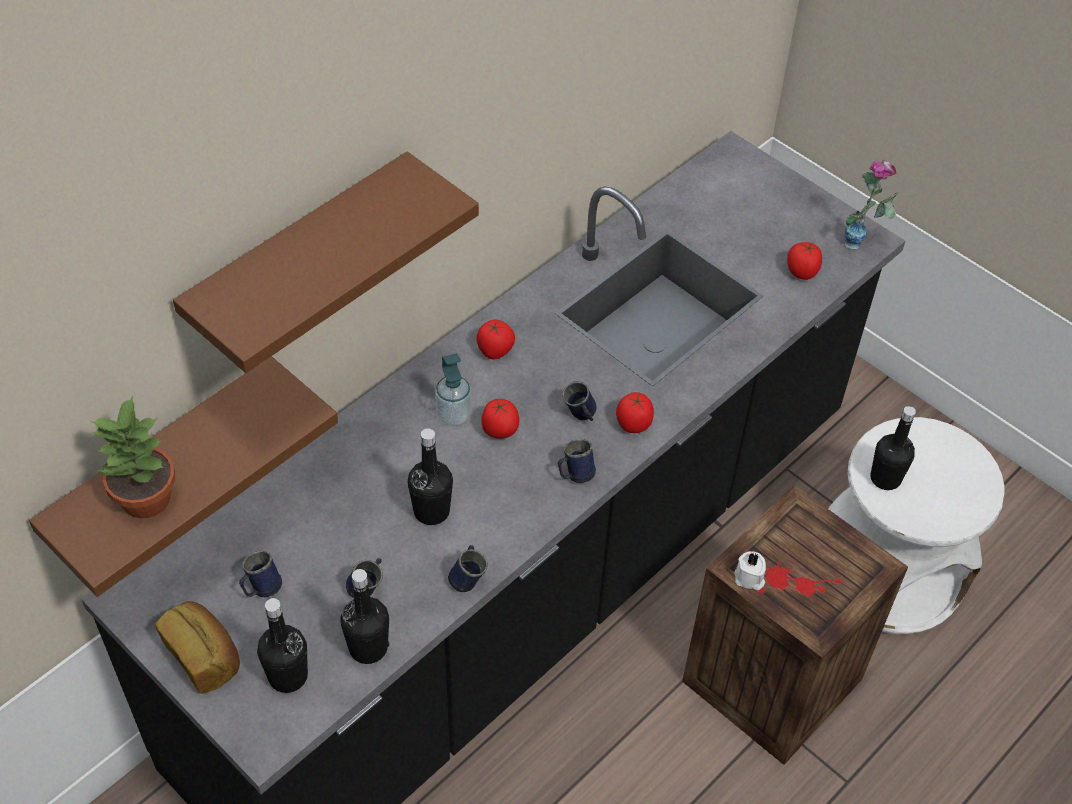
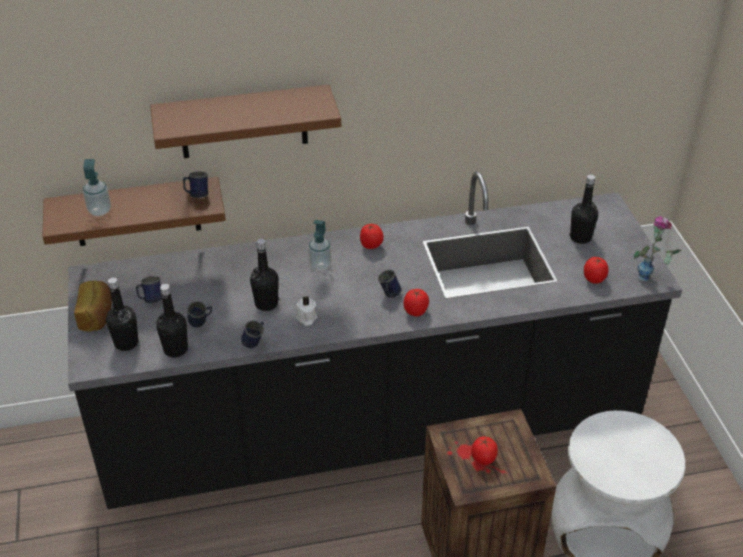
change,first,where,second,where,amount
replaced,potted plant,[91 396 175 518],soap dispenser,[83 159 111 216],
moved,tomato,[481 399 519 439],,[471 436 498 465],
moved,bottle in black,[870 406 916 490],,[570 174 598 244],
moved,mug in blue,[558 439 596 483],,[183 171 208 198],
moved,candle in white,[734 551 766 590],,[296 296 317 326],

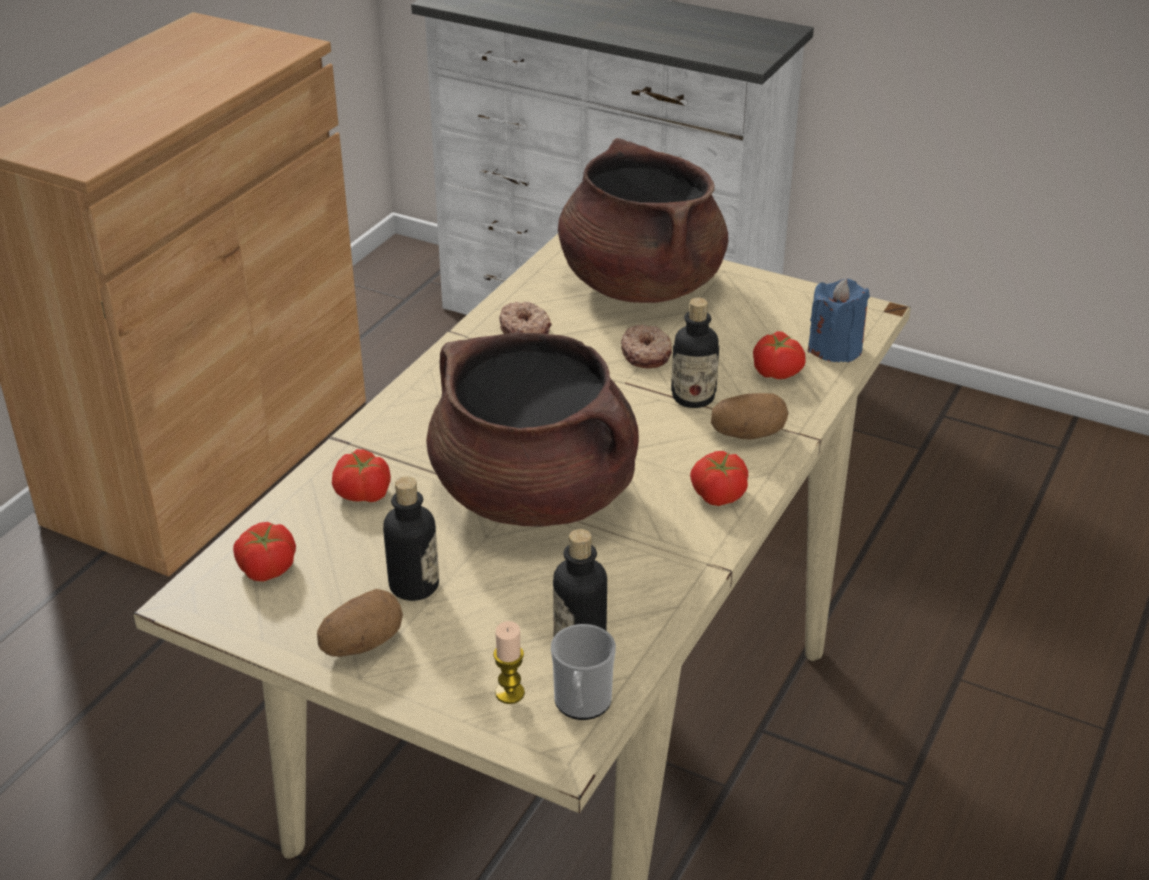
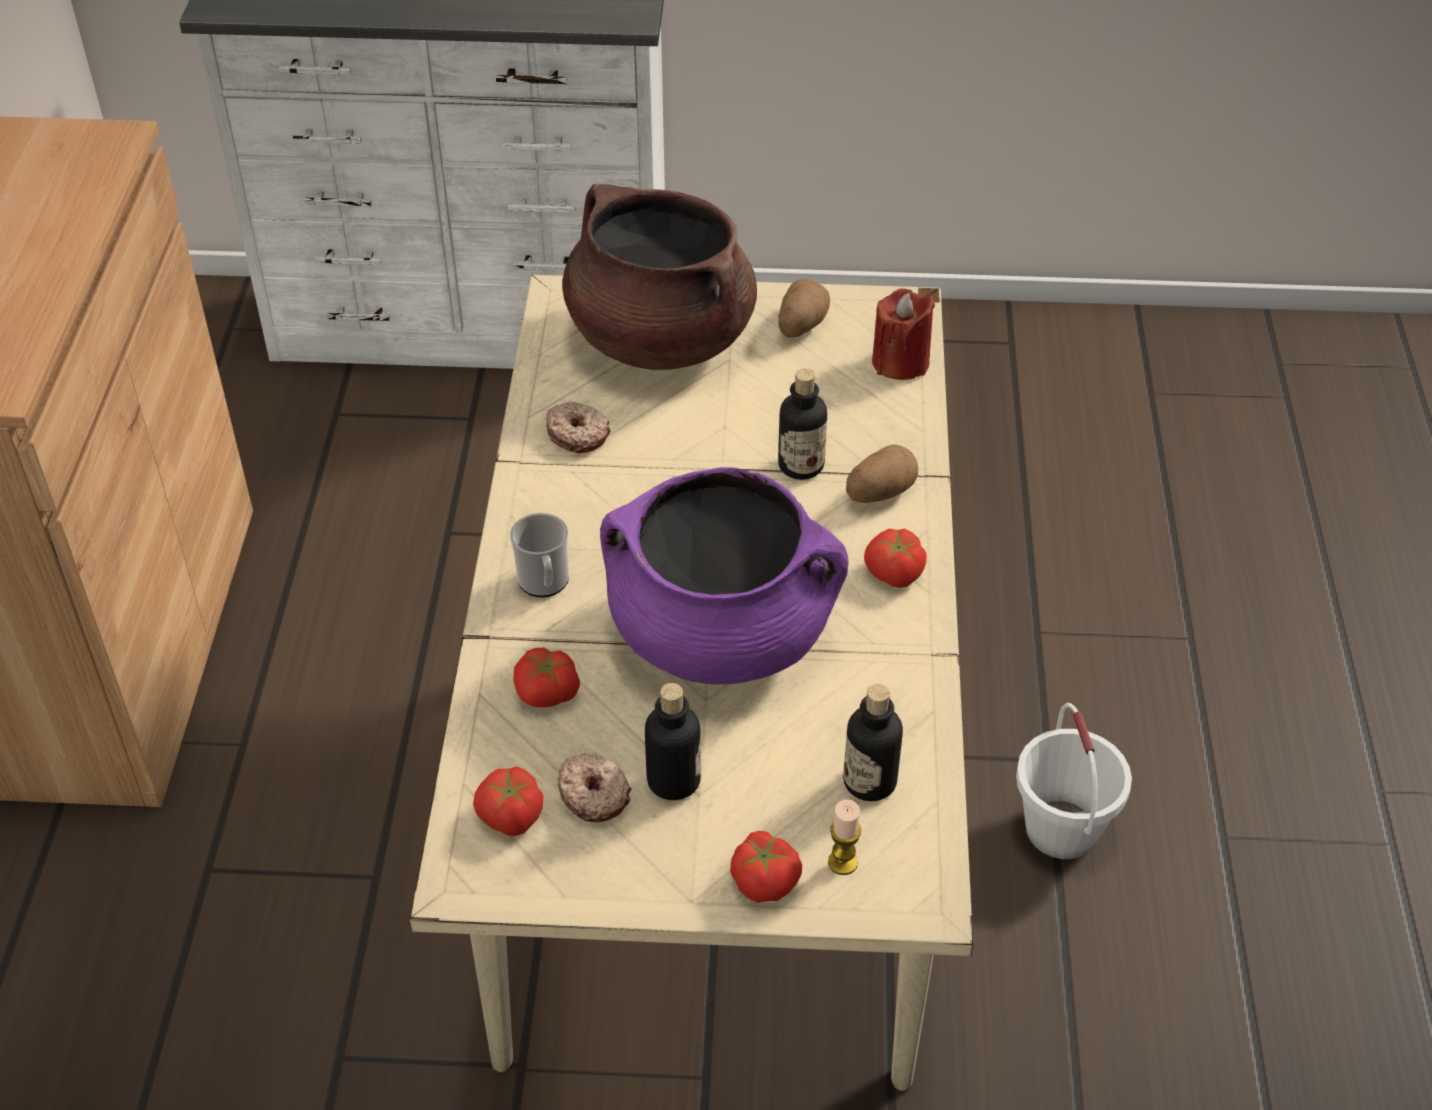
change,first,where,second,where,amount
recoloured,candle in blue,[808 279 870 363],candle in red,[872 288 935 380],
moved,donut,[621 324 672 369],,[558 753 631 822],
moved,tomato,[753 331 806 379],,[730 831 802 903],
recoloured,cooking pot in brown,[426 332 639 526],cooking pot in purple,[600 467 849 684],
moved,potato,[317 589 403 657],,[778 279 830 338],
moved,mug,[551 624 616 720],,[510 513 569 597],
added,,,bucket in white,[1016 703 1132 859],

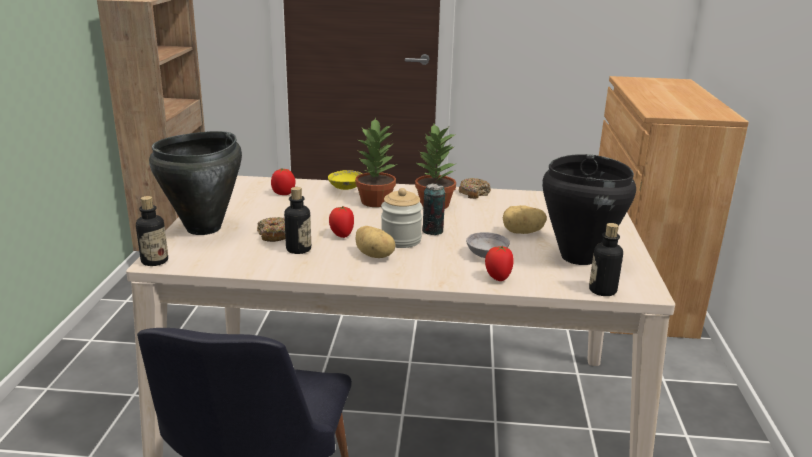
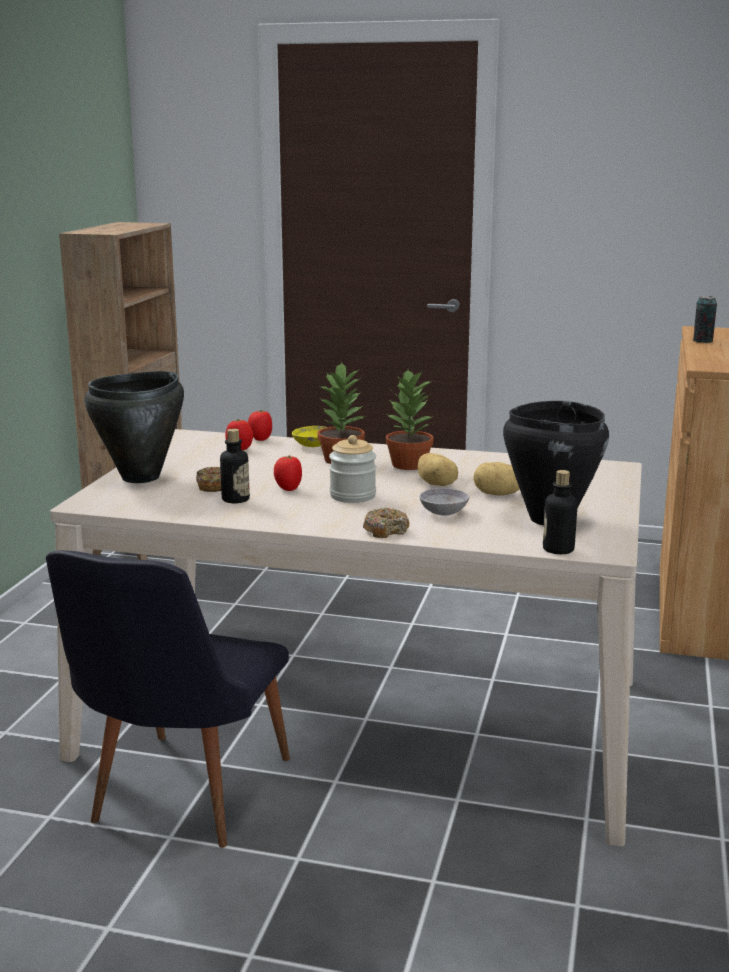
change,first,where,second,where,amount
moved,donut,[459 178 491 199],,[363 508 410 538],
moved,can,[422 183 445 235],,[693 296 717 343],
removed,bottle,[136 196 168 266],,,
moved,potato,[355 226 395 258],,[417 453 458 486],
moved,tomato,[485 245 514 281],,[248 410 272 441],

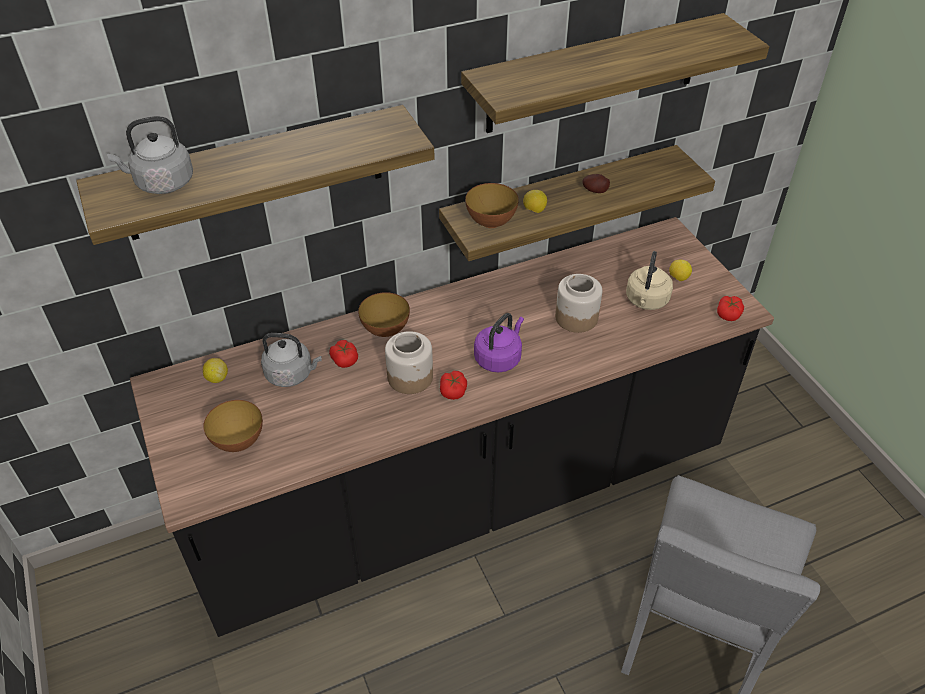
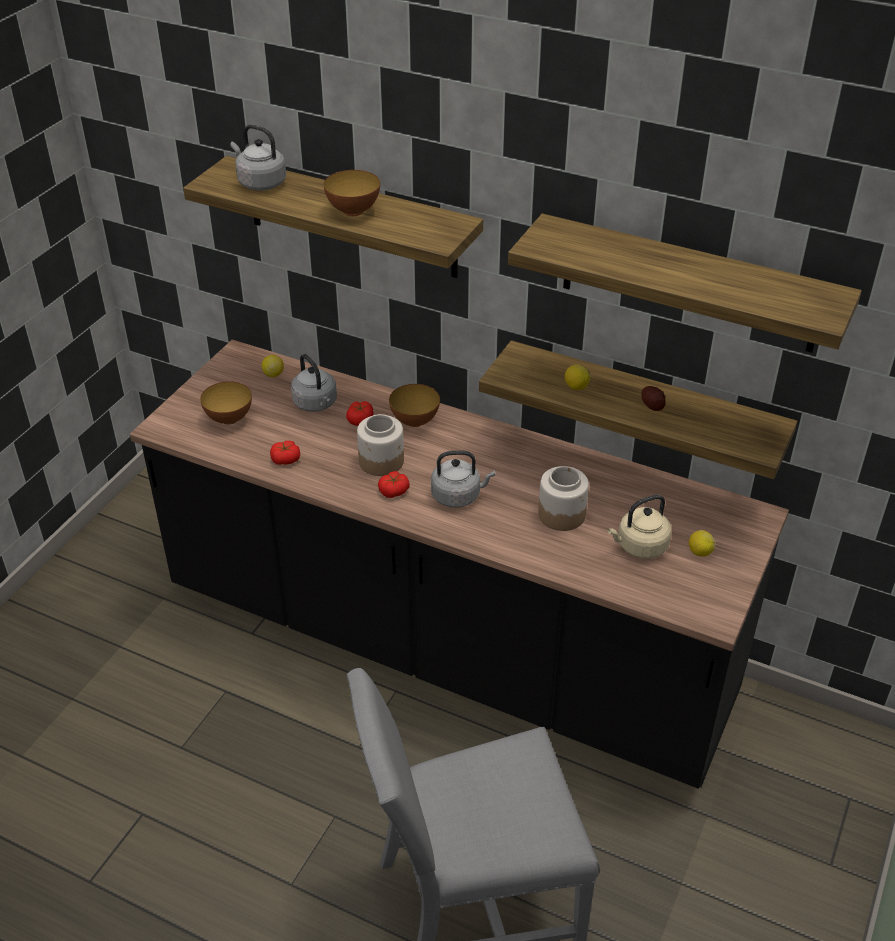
change,first,where,second,where,amount
moved,bowl,[465 183 519 228],,[324 170 380 216],
moved,tomato,[717 296 744 321],,[270 441 300 465],
recoloured,kettle in purple,[474 313 524 373],kettle in grey,[431 451 495 508],

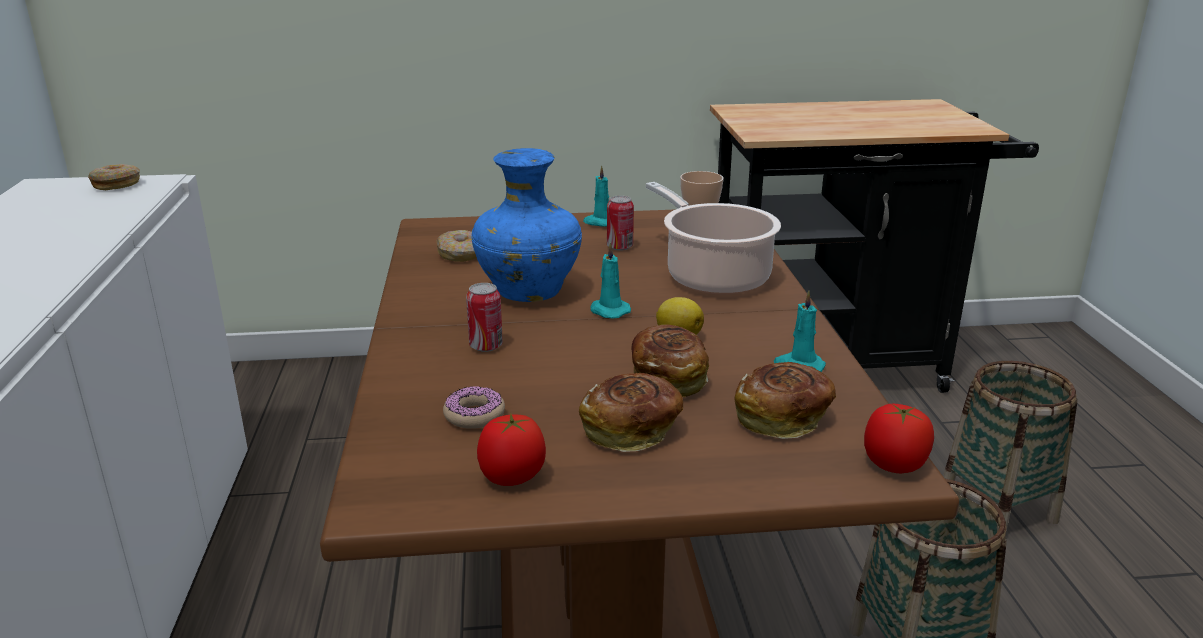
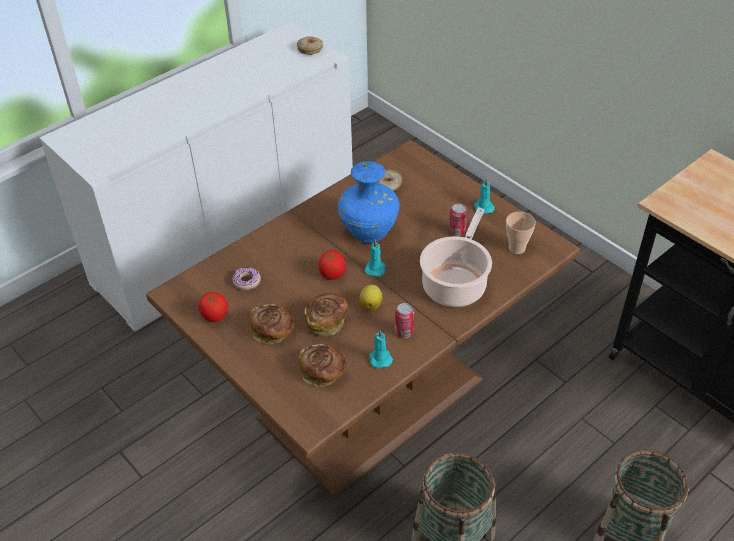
change,first,where,second,where,amount
moved,can,[466 283 503 352],,[395 303 414 338],
moved,tomato,[864 404 934 473],,[318 250 346 280],

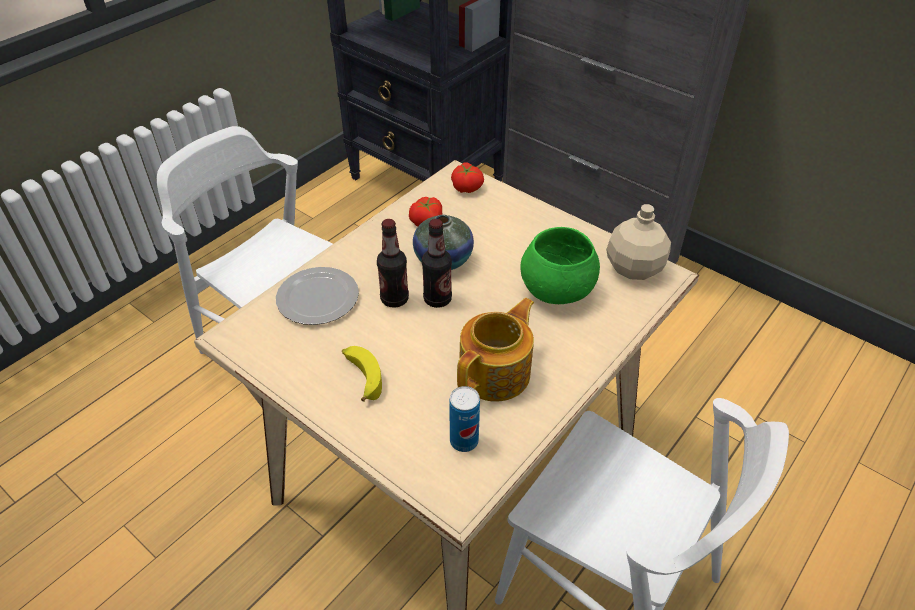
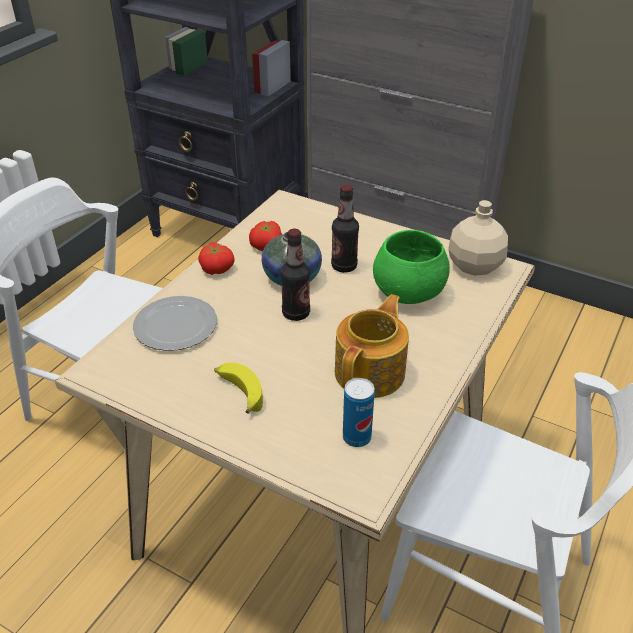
change,first,where,second,where,amount
moved,tomato,[451 162 484 193],,[198 242 235 275],
moved,bottle,[377 219 409 308],,[331 185 359 273],

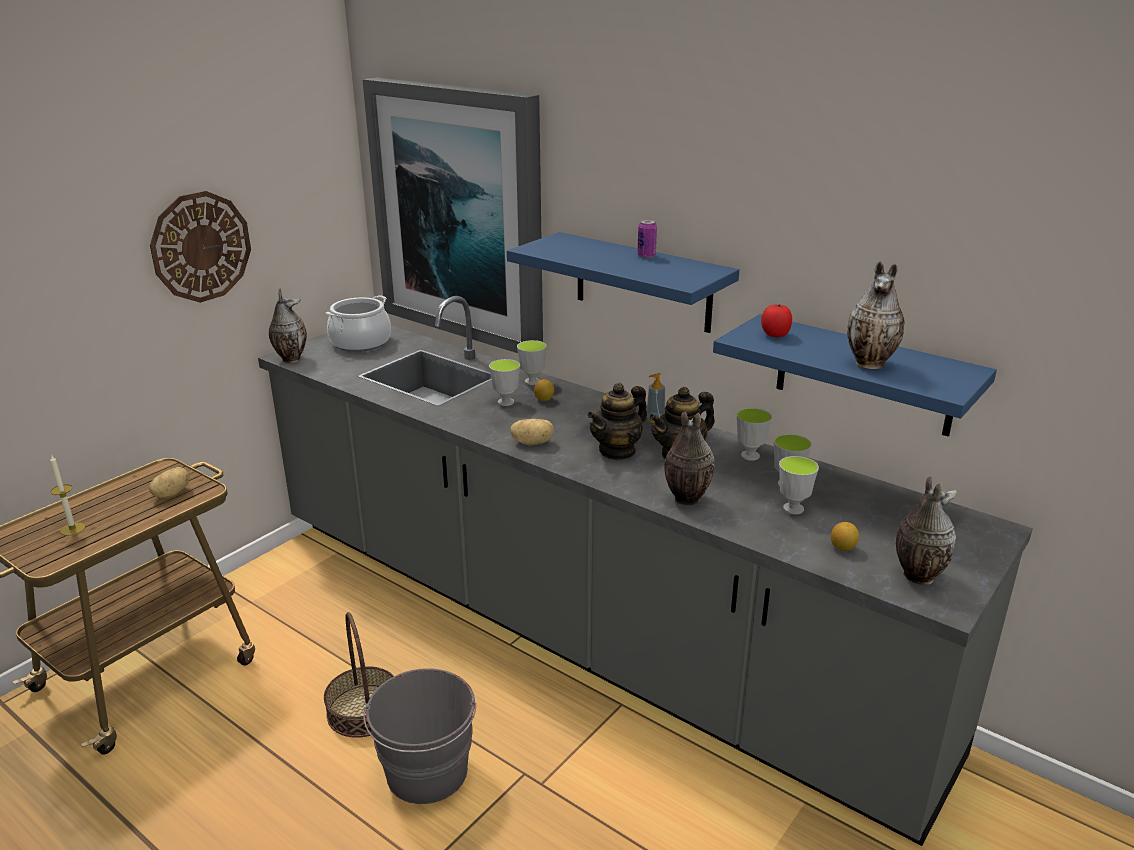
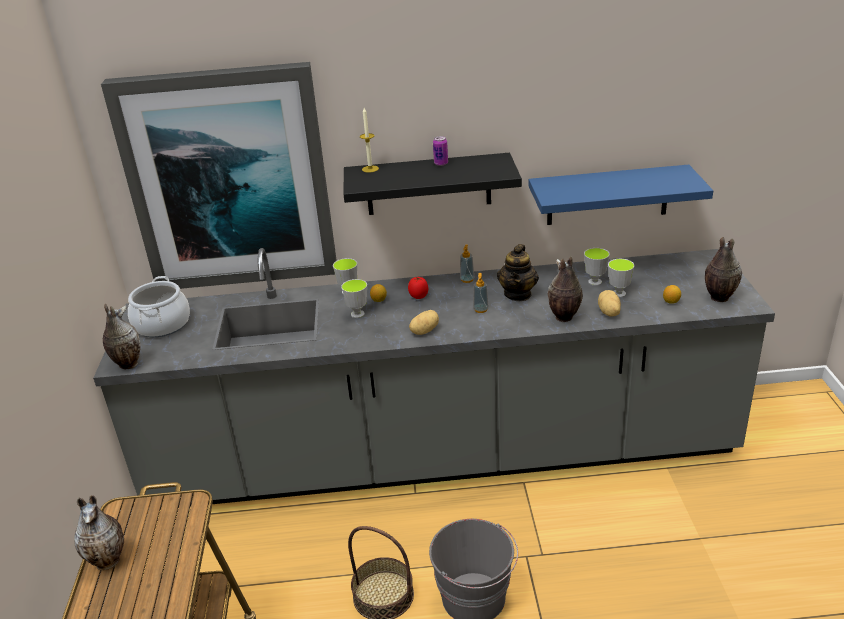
change,first,where,second,where,amount
removed,wall clock,[150 191 251 303],,,
recoloured,shelf in blue,[507 232 739 333],shelf in black,[343 153 522 215],
moved,vase,[847 261 905 369],,[74 495 124 570],
moved,tomato,[761 304 792 337],,[408 277 428 299],
replaced,teapot,[587 383 647 460],soap dispenser,[473 273 489 313],
removed,cup,[737 408 772 461],,,
moved,candle,[50 454 85 536],,[360 108 379 173],
moved,potato,[149 467 189 498],,[598 290 621 316],

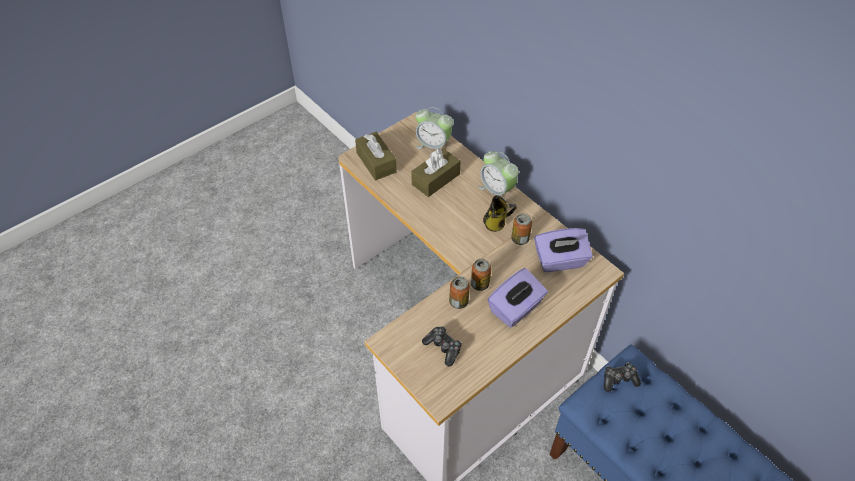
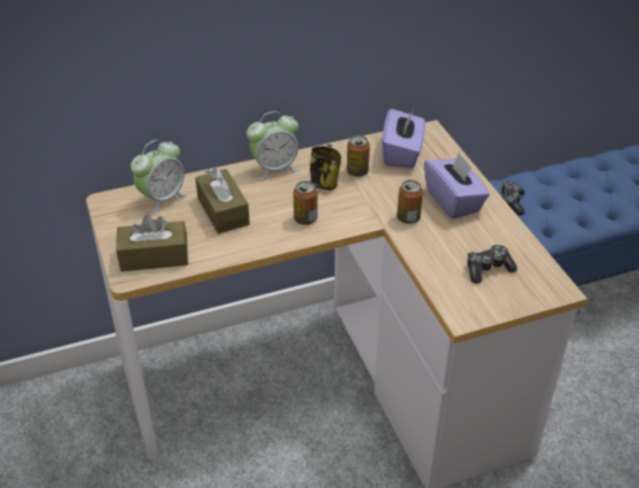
change,first,where,second,where,amount
moved,can,[449 276 470 309],,[293 181 317 225],

